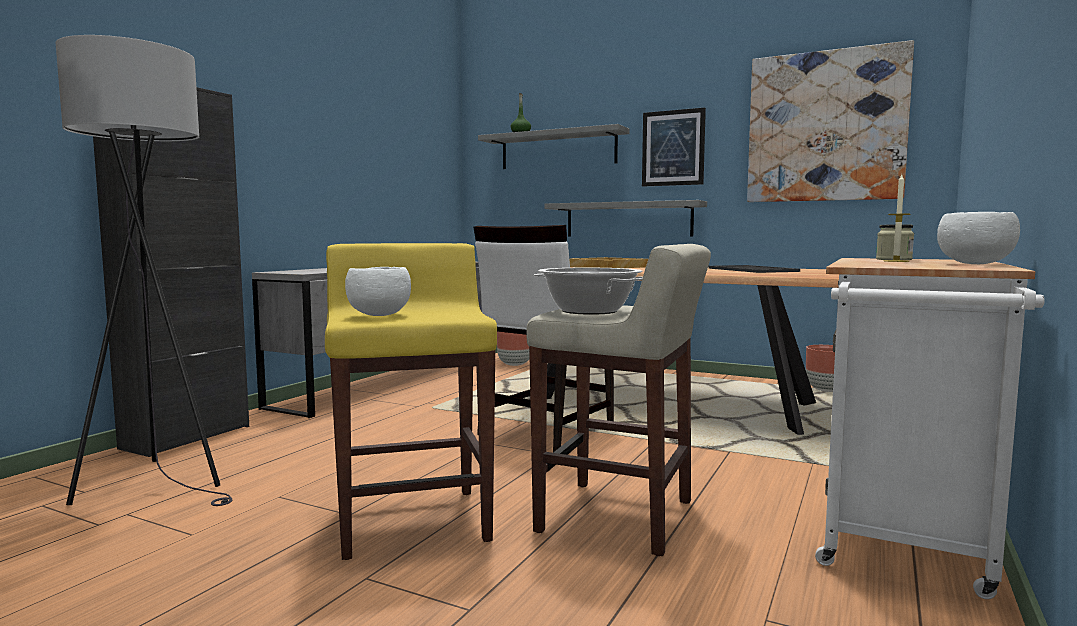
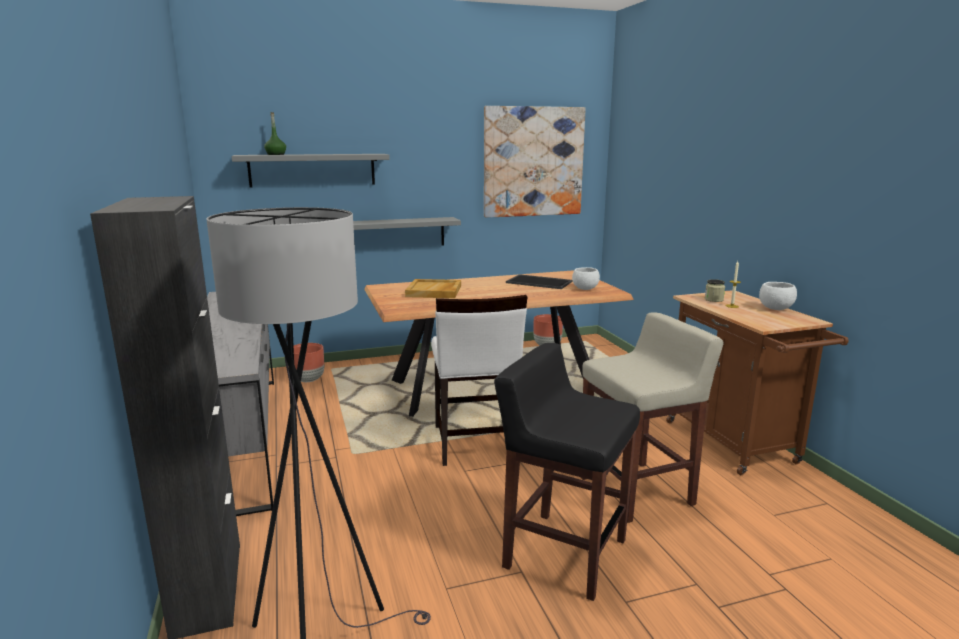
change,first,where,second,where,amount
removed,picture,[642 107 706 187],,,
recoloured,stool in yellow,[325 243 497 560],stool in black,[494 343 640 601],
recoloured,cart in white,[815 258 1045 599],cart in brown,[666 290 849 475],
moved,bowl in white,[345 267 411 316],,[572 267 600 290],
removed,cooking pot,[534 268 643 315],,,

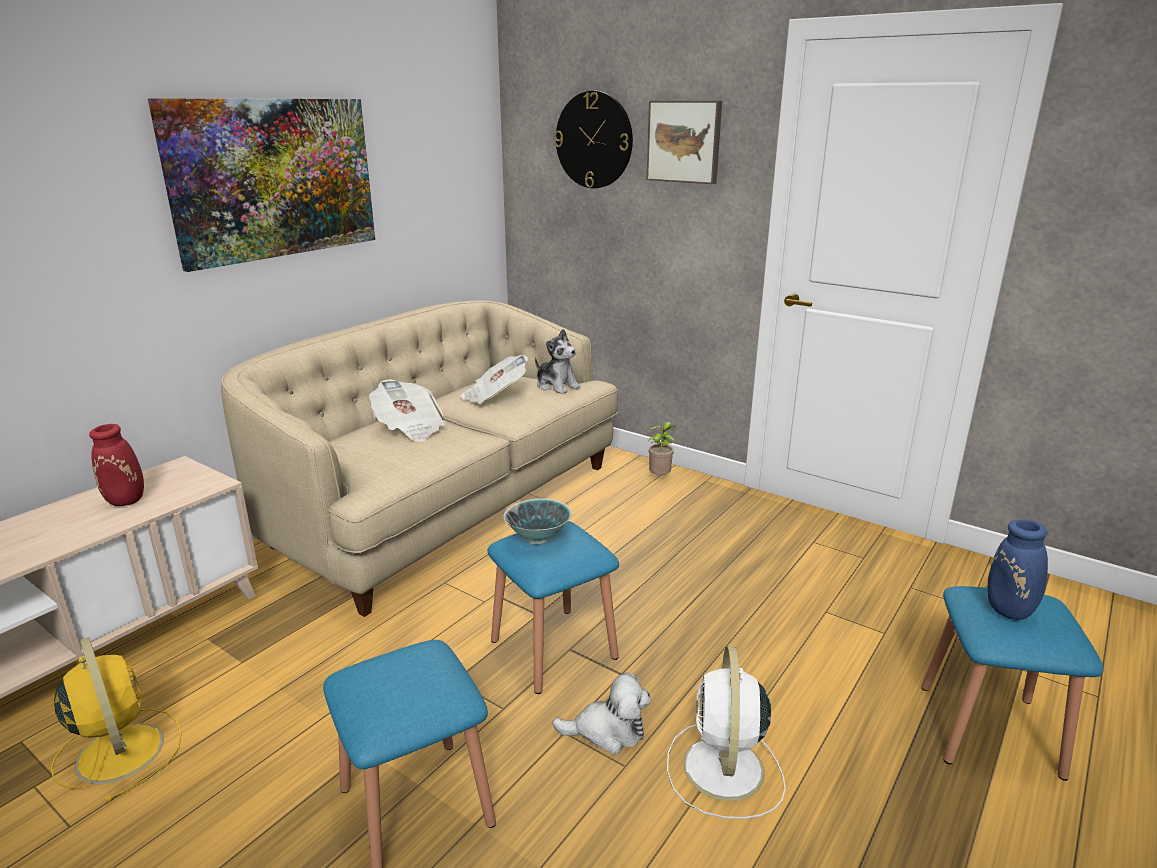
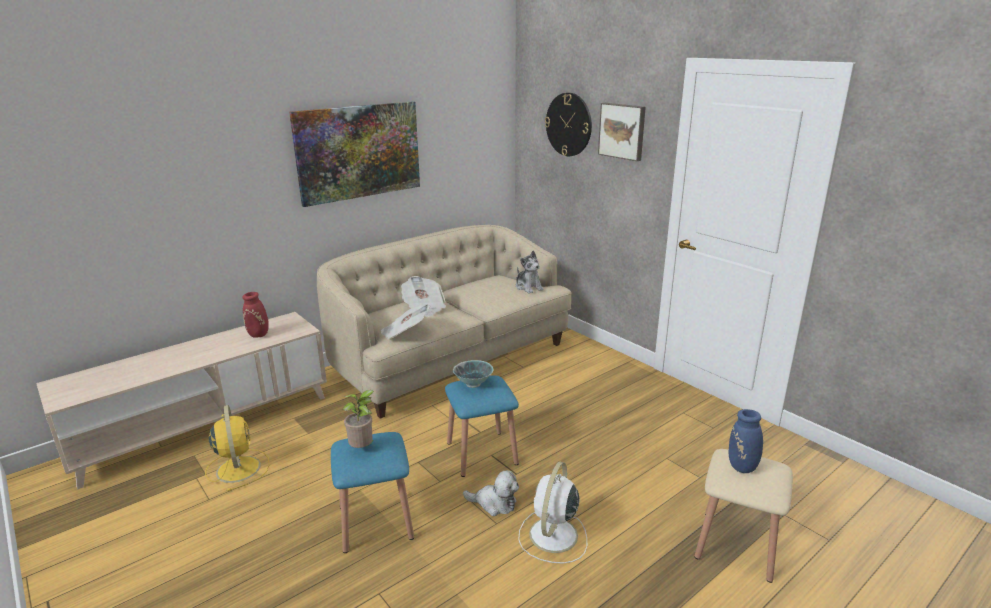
change,first,where,second,where,amount
moved,newspaper,[460 355 529 404],,[380 303 430 340],
moved,potted plant,[648 422 676 475],,[343 390 374 448],
recoloured,stool in blue,[921 586 1103 781],stool in beige,[695 449 793 583],

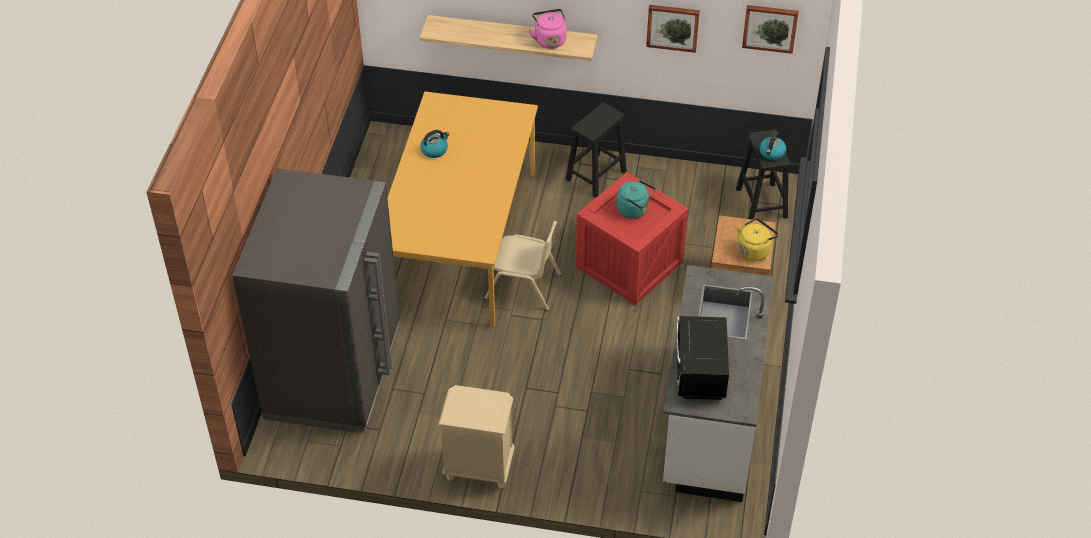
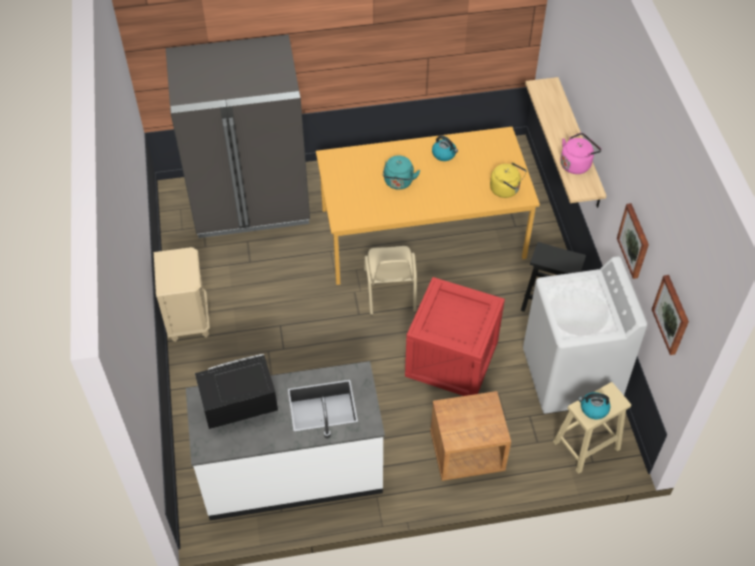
change,first,where,second,where,amount
recoloured,stool in black,[736 130 791 220],stool in beige,[553 382 631 474],
moved,kettle in turquoise,[616 180 656 219],,[383 156 420 190],
moved,kettle in yellow,[737 218 779 262],,[490 162 527 198],
added,,,washing machine in white,[523 256 647 414],

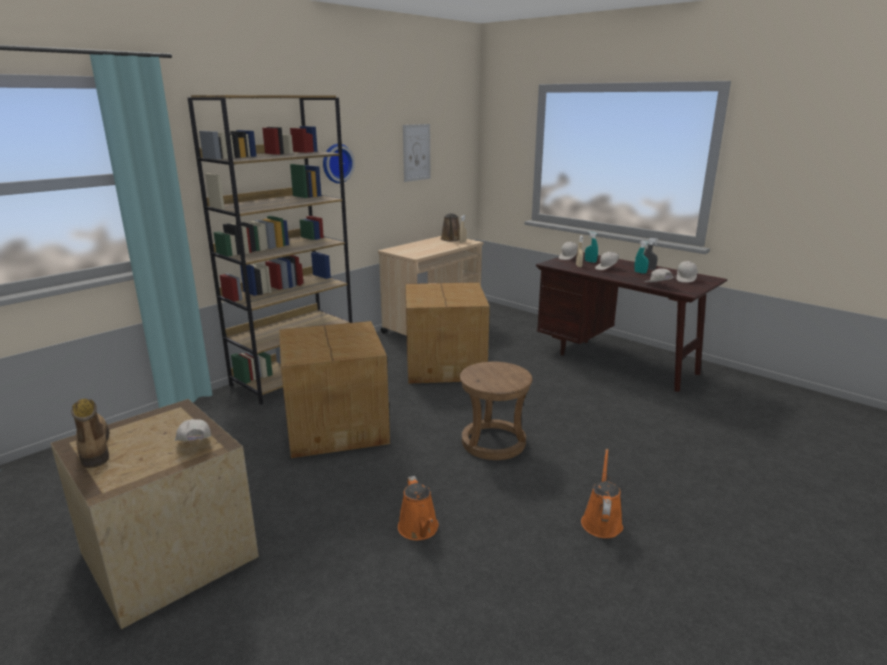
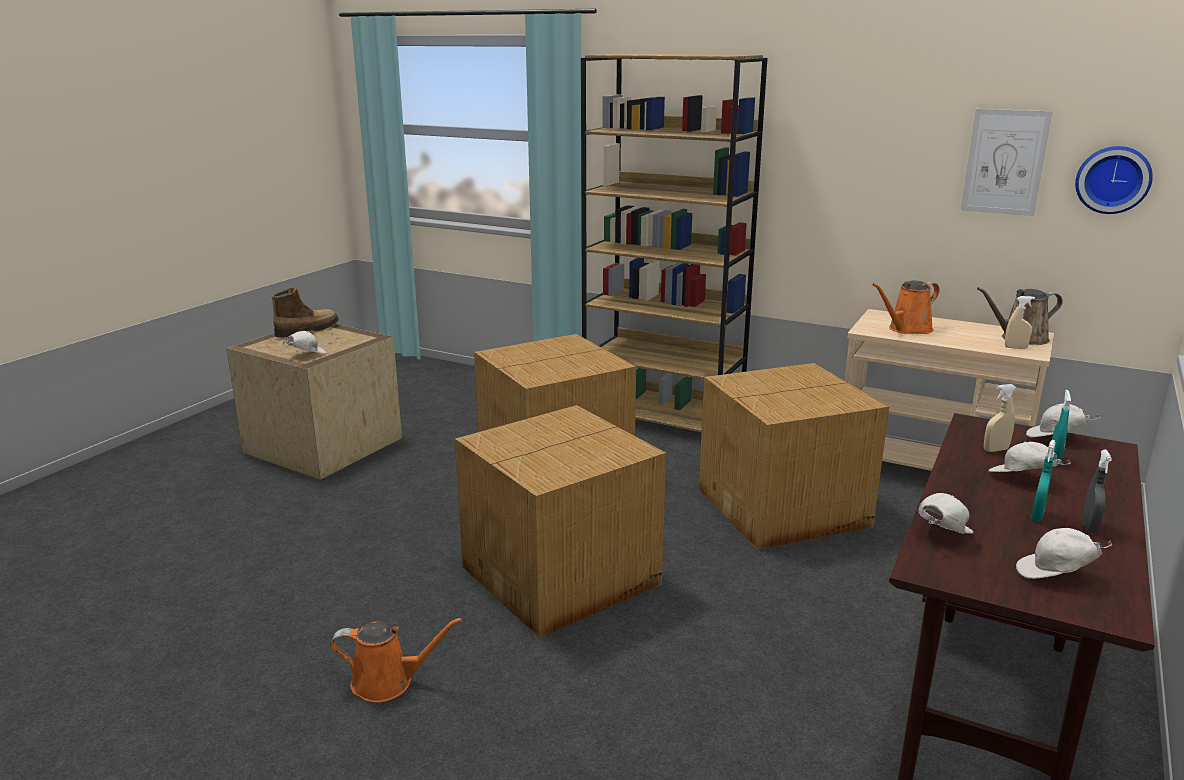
change,first,where,second,where,amount
moved,wall clock,[323 144 355 183],,[1075 146 1153 214],
replaced,stool in brown,[460 362 533 460],cardboard box,[455 405 666 638],
moved,watering can in orange,[398 476 439 540],,[872 280 940 334],

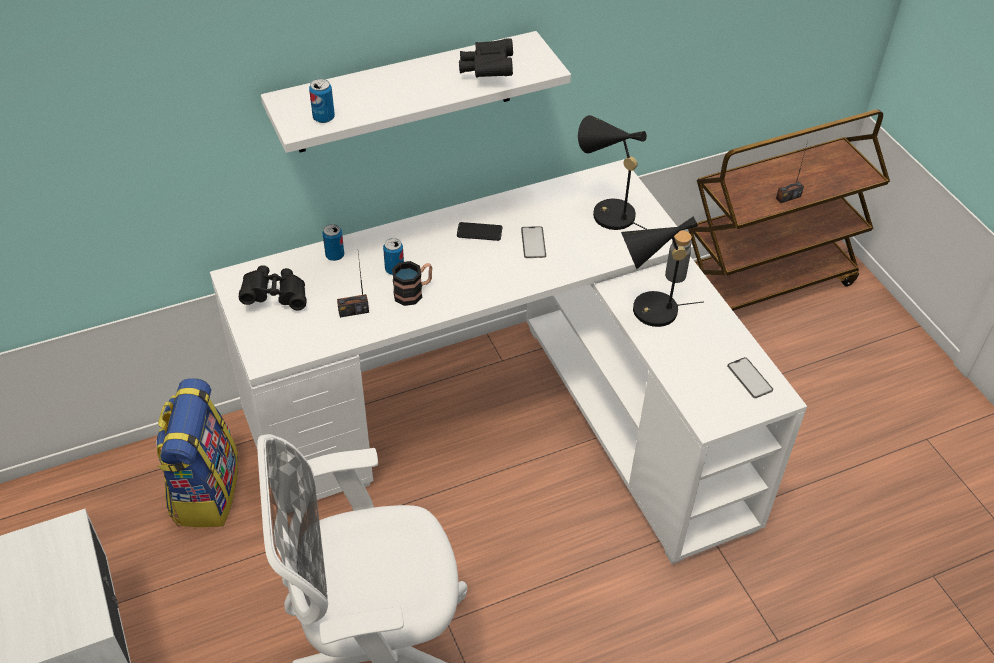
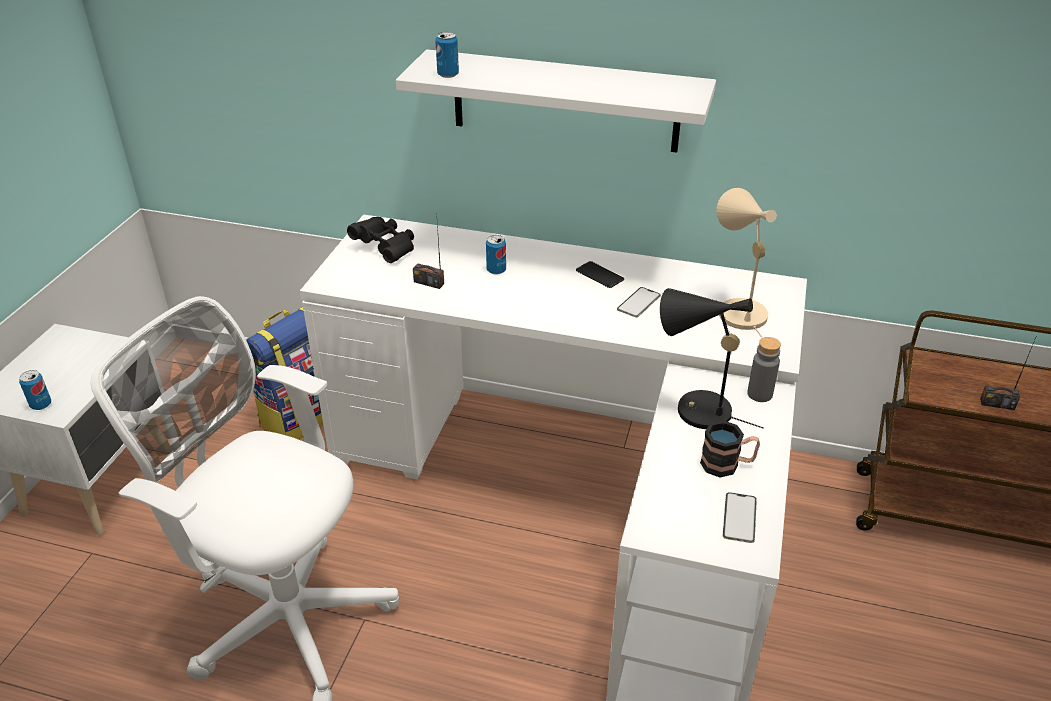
change,first,where,second,where,amount
removed,binoculars in black,[459 38 513 78],,,
recoloured,table lamp in black,[578 115 647 230],table lamp in beige,[716 188 777 338],
moved,can,[322 224 344 261],,[19 370 51 410],
moved,mug,[392 261 432 306],,[700 420 760 477],

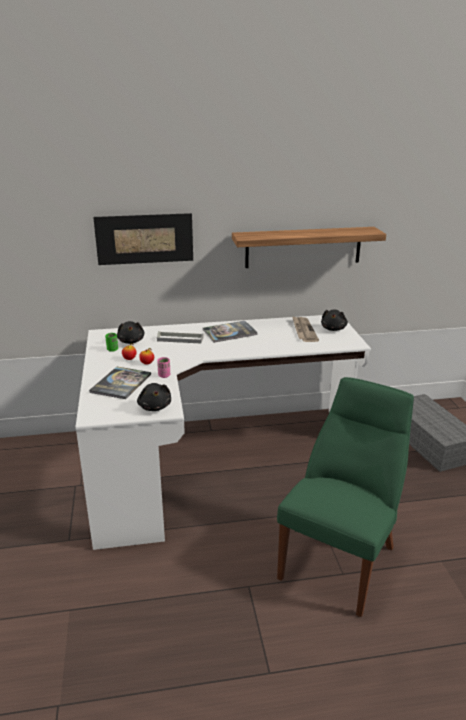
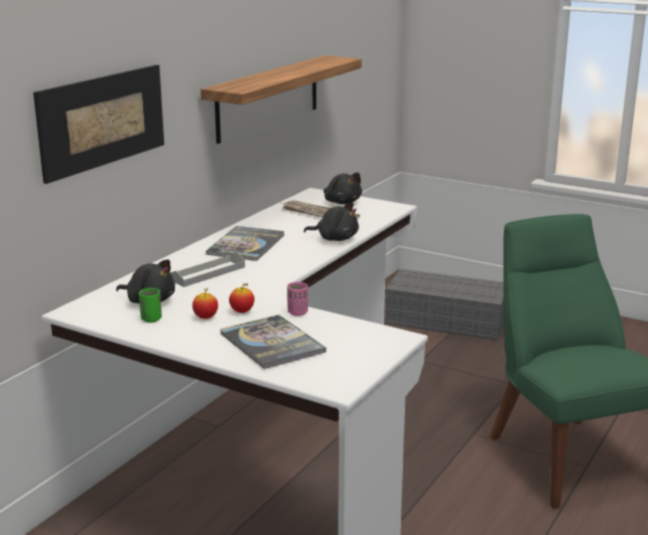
change,first,where,second,where,amount
moved,plush toy in black,[137 383 171 411],,[304 203 359 241],

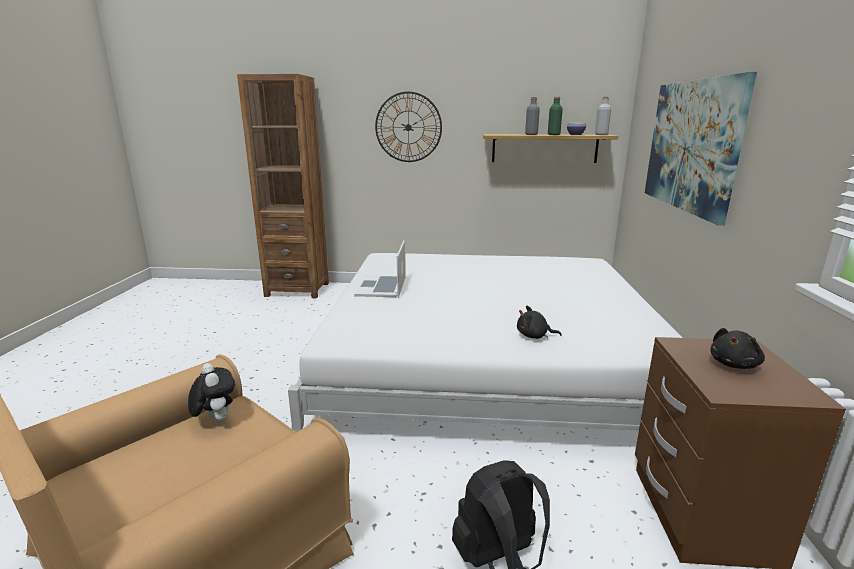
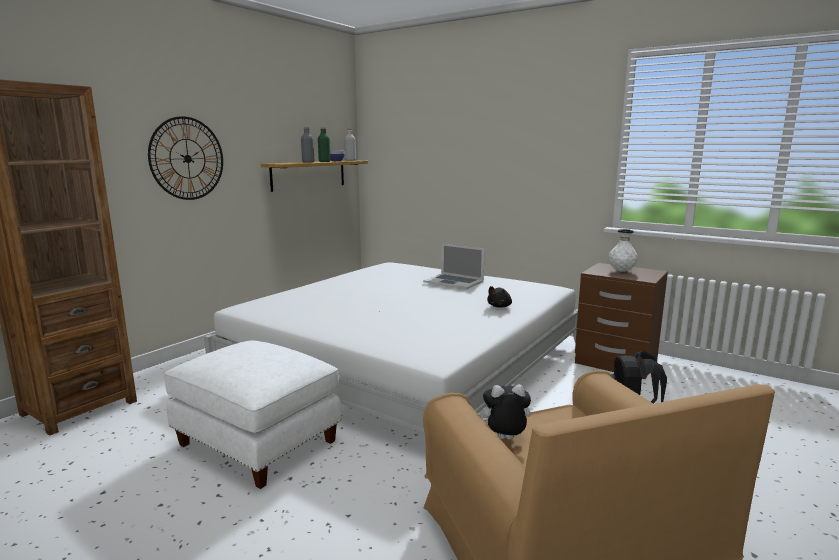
change,first,where,second,where,amount
removed,picture,[645 72 757 226],,,
moved,laptop,[354 240 405 297],,[423 244 485 289],
replaced,plush toy in black,[710 328 765 369],vase in white,[609 229 638 272],
added,,,ottoman in white,[164 341 342 489],

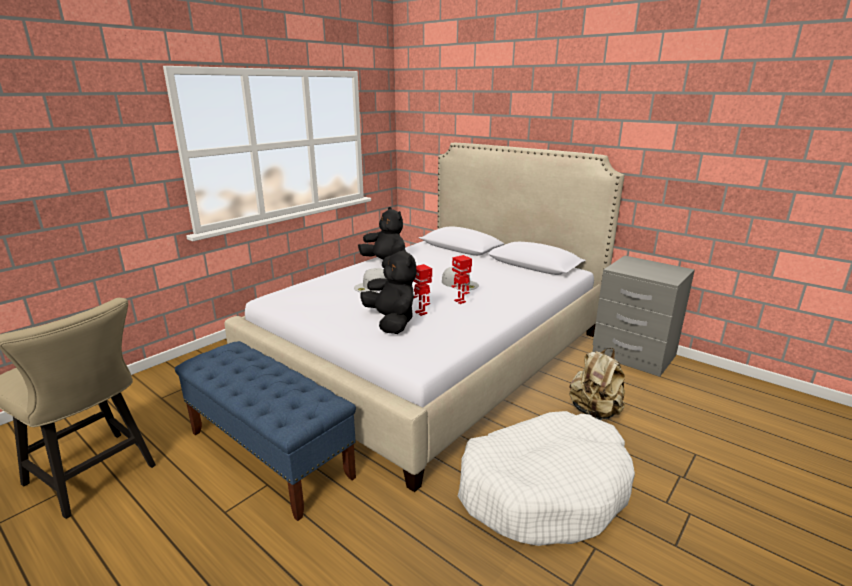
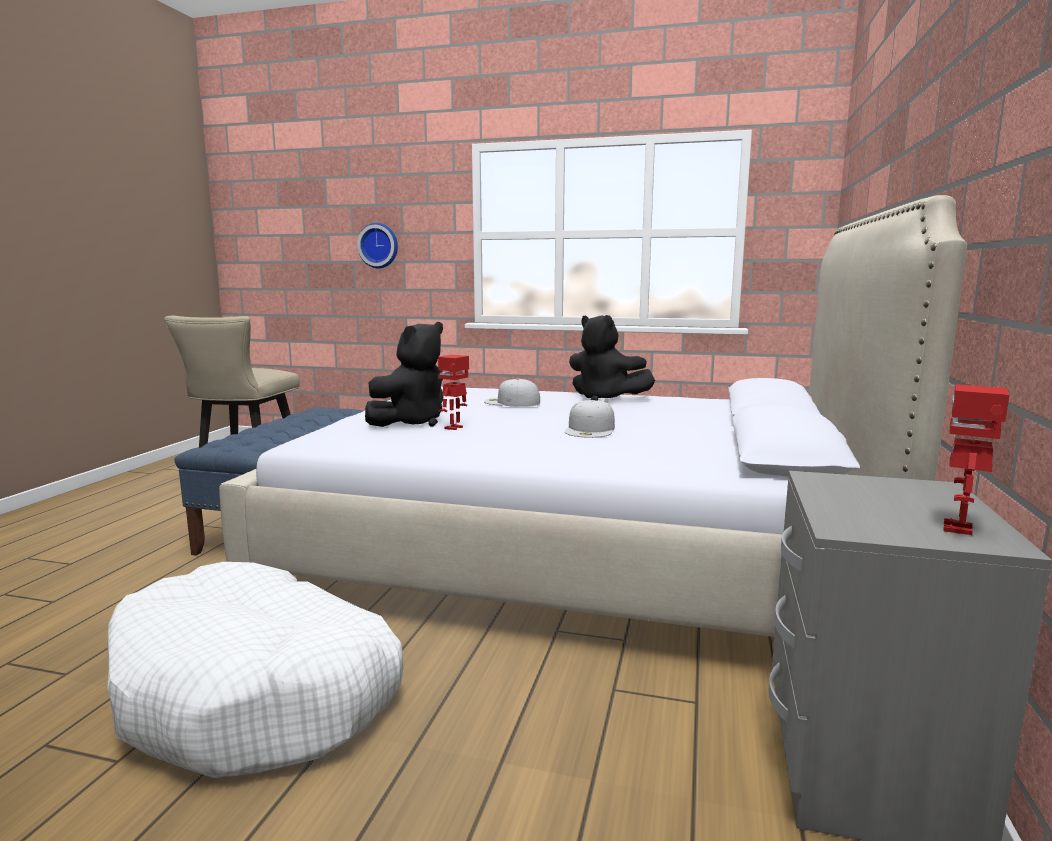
change,first,where,second,where,amount
turned,plush toy in black,[358 207 405 268],,[569 315 655 401],105 degrees clockwise
moved,toy robot,[452 255 472 304],,[943 384 1010 535],
removed,backpack in beige,[569 348 625 420],,,
added,,,wall clock,[357 223 398 268],

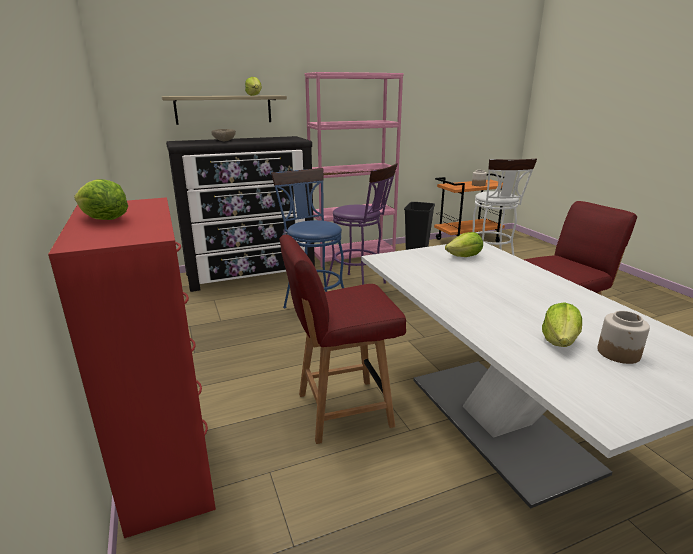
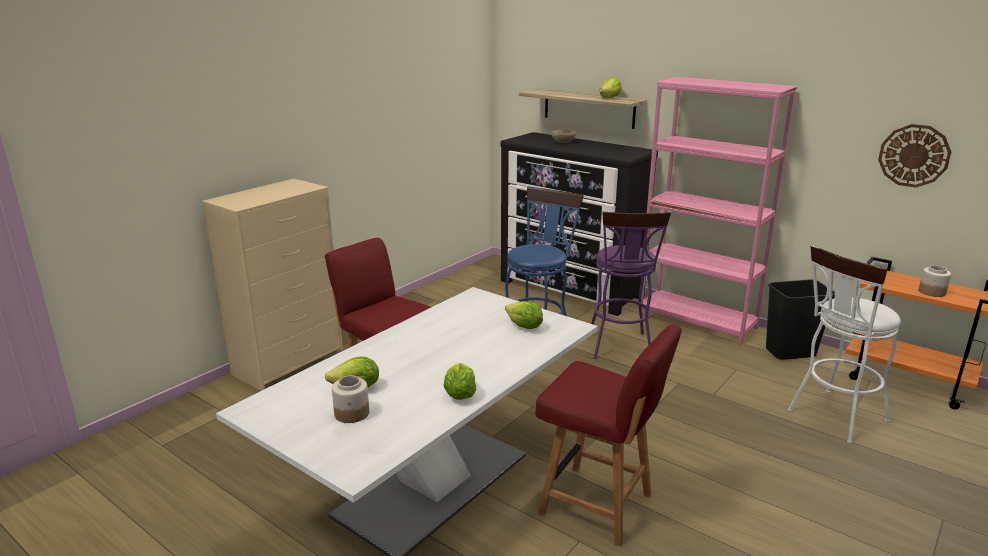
change,first,where,second,where,amount
moved,lettuce,[74 179 128 220],,[444 363 476 400],
recoloured,dresser in red,[48 197 216 538],dresser in beige,[202 179 343 391],
added,,,wall clock,[878 124 951 188],

